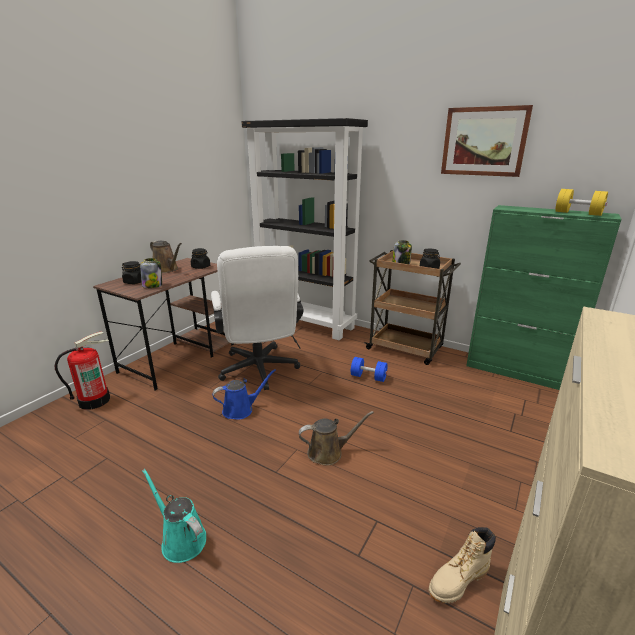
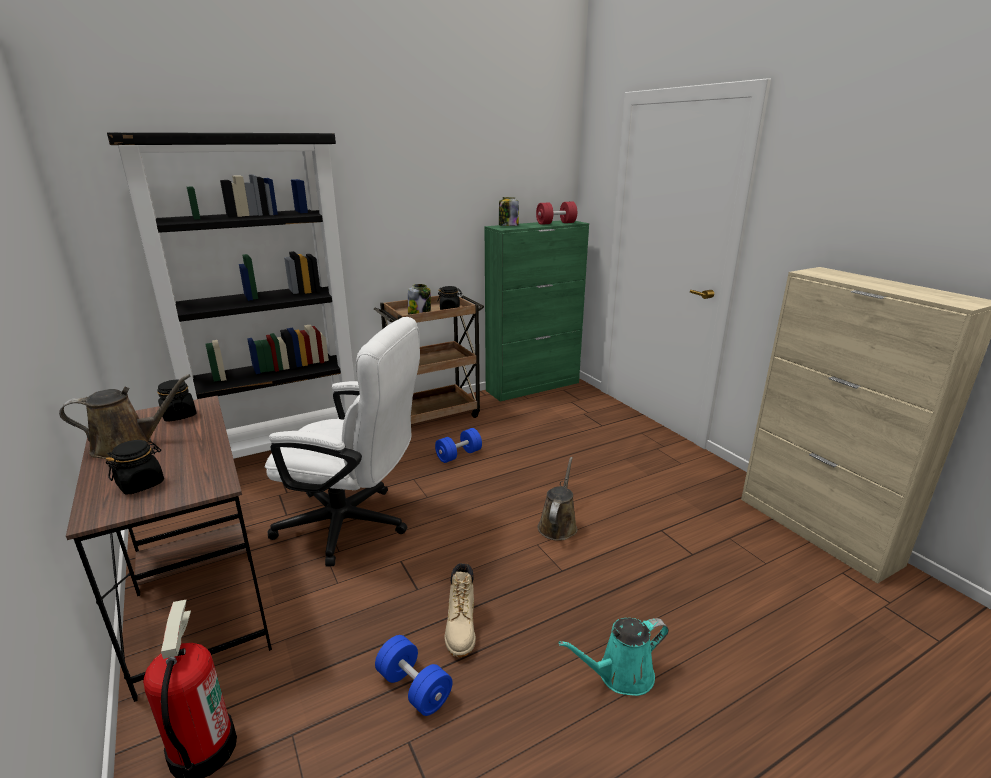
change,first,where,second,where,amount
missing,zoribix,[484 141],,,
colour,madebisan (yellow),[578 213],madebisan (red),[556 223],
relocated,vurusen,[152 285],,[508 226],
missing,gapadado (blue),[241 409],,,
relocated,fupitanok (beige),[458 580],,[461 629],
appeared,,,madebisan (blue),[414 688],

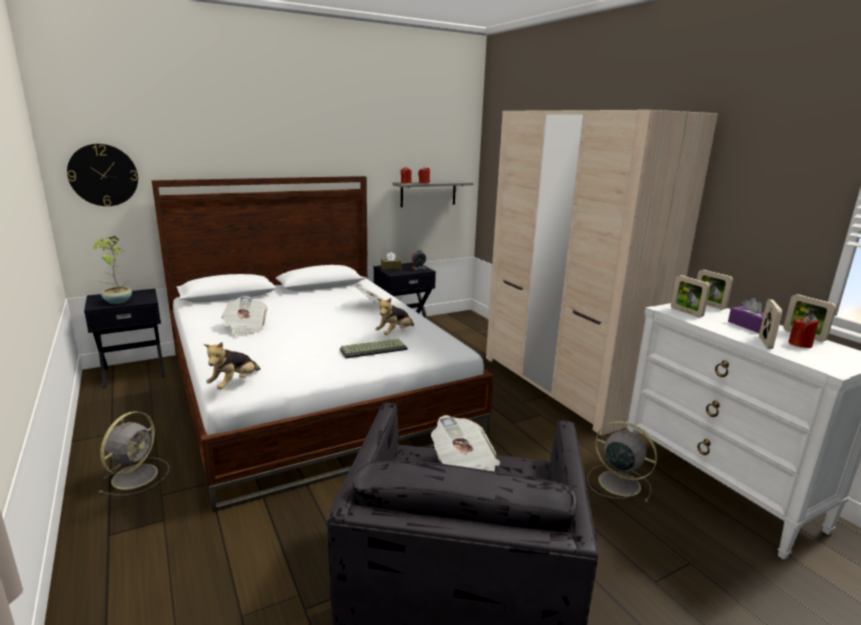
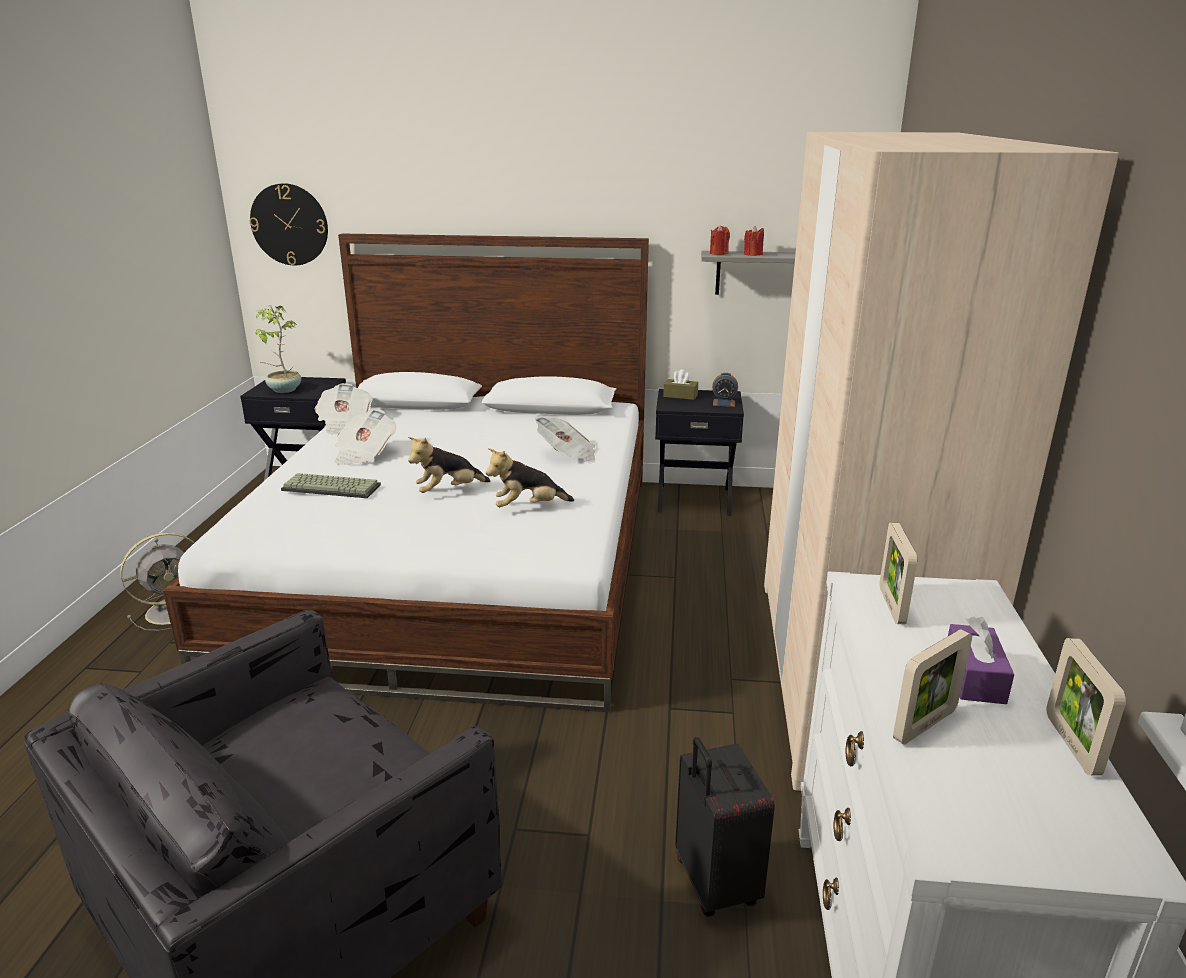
change,first,where,second,where,amount
missing,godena,[709 305],,,
missing,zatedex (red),[800 344],,,
relocated,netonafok,[374 349],,[333 487],
relocated,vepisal,[234 384],,[448 491],
relocated,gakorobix,[465 465],,[344 424],
exchanged,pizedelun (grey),[617 482],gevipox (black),[713 883],

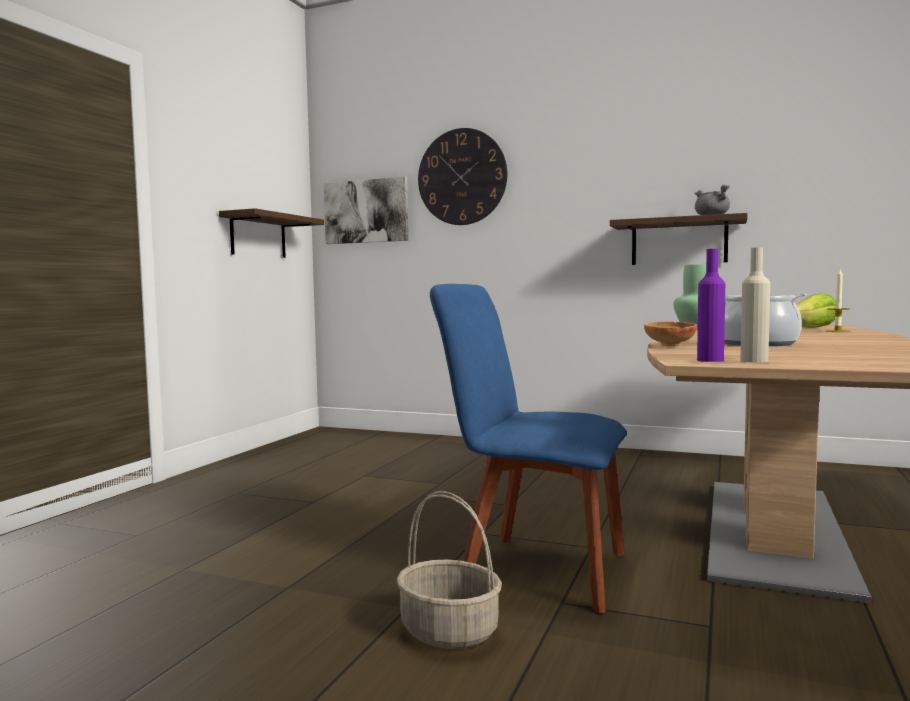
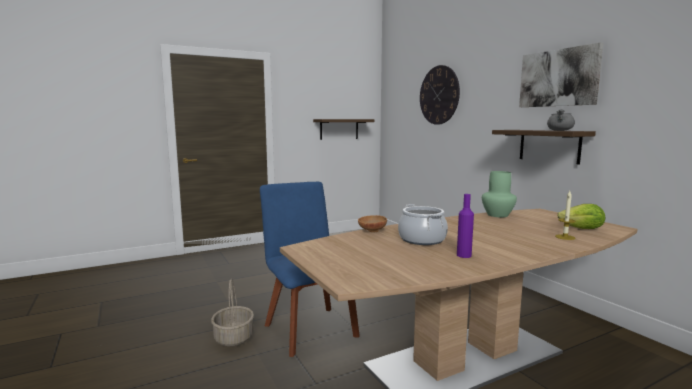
change,first,where,second,where,amount
relocated,zoribix,[366 211],,[558 78],
missing,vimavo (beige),[754 361],,,
relocated,vimavo (purple),[710 360],,[464 255],

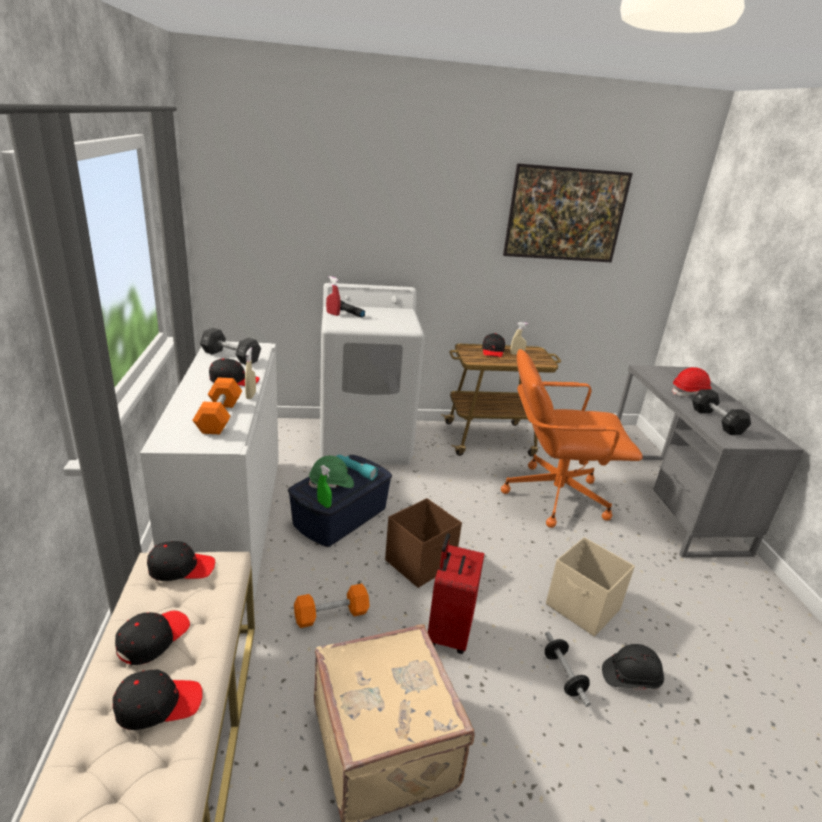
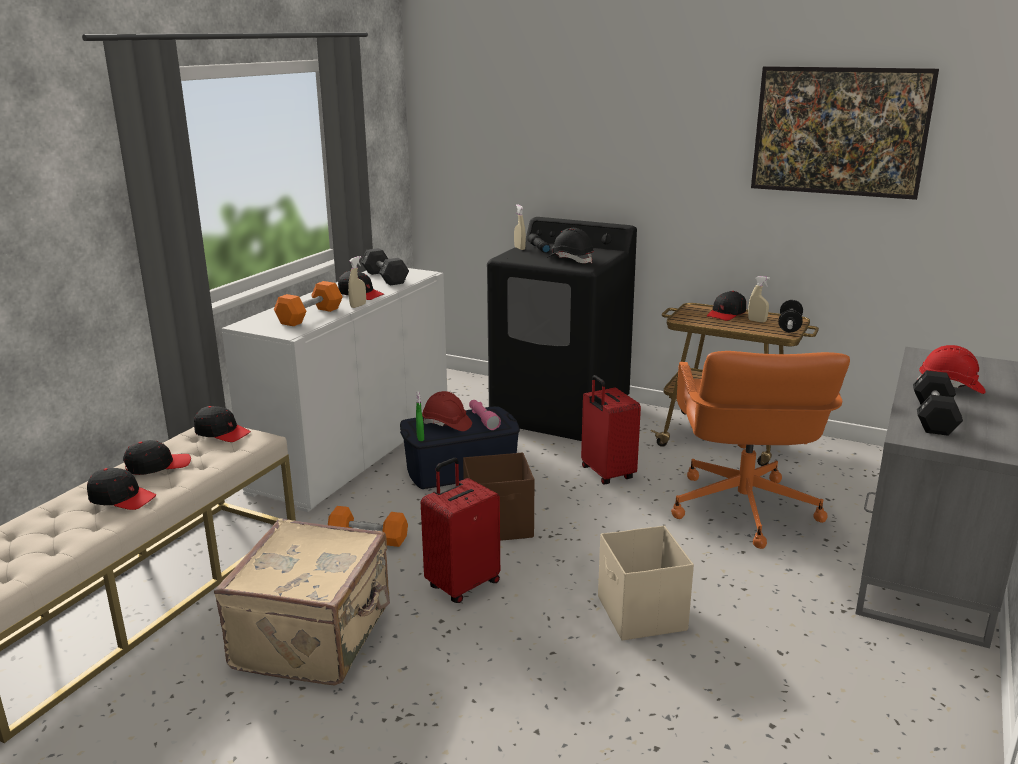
change,first,where,second,where,amount
colour,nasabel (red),[333 314],nasabel (beige),[519 248],
colour,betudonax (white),[365 441],betudonax (black),[561 412],
spun,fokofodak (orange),[553 495],,[742 510],120 degrees counterclockwise
colour,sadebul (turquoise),[355 471],sadebul (pink),[482 419],
colour,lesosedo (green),[331 483],lesosedo (red),[446 424],
relocated,madebisan,[563 675],,[789 326],
relocated,lesosedo (black),[630 677],,[570 260],
appeared,,,gevipox (red),[606 474],

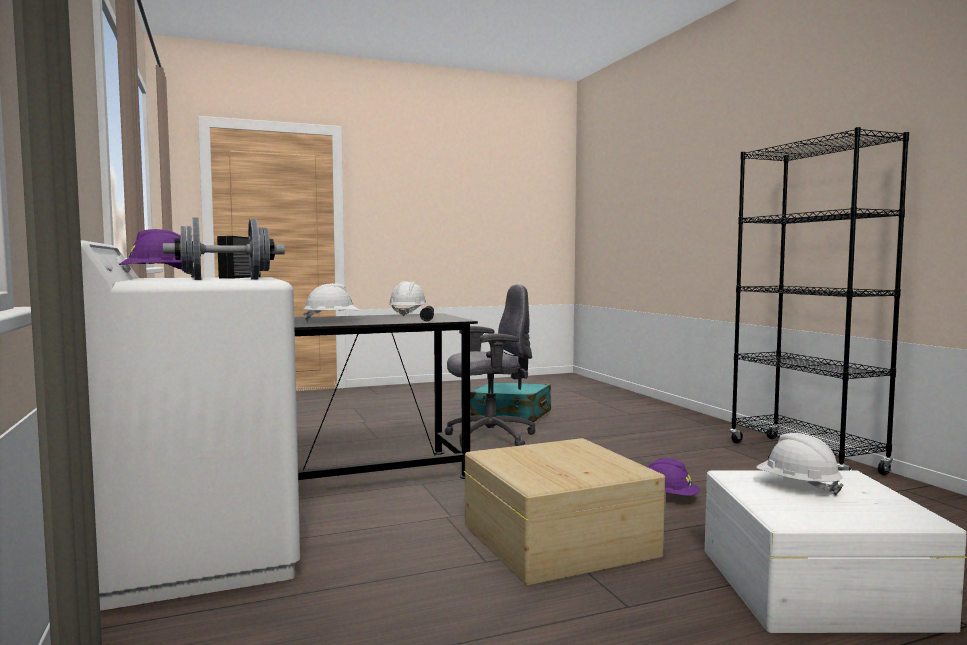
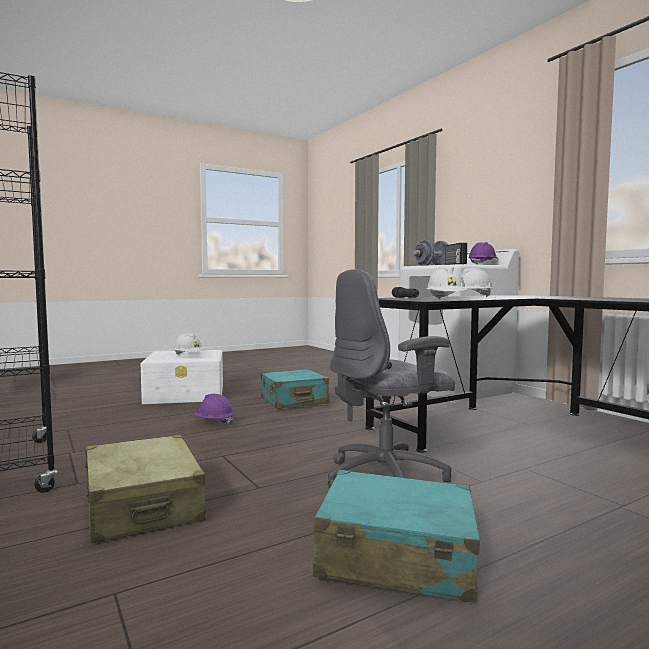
change,first,where,second,where,amount
exchanged,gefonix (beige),[558 539],gevipox (turquoise),[293 401],
appeared,,,gevipox (beige),[143 506],

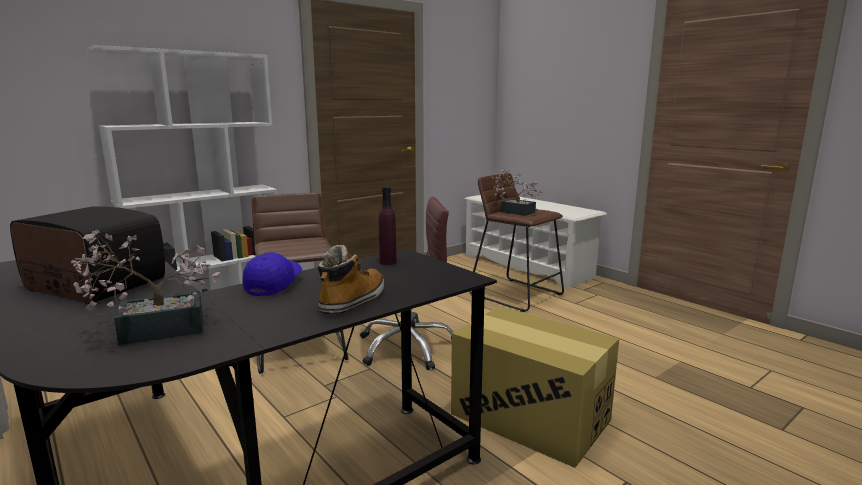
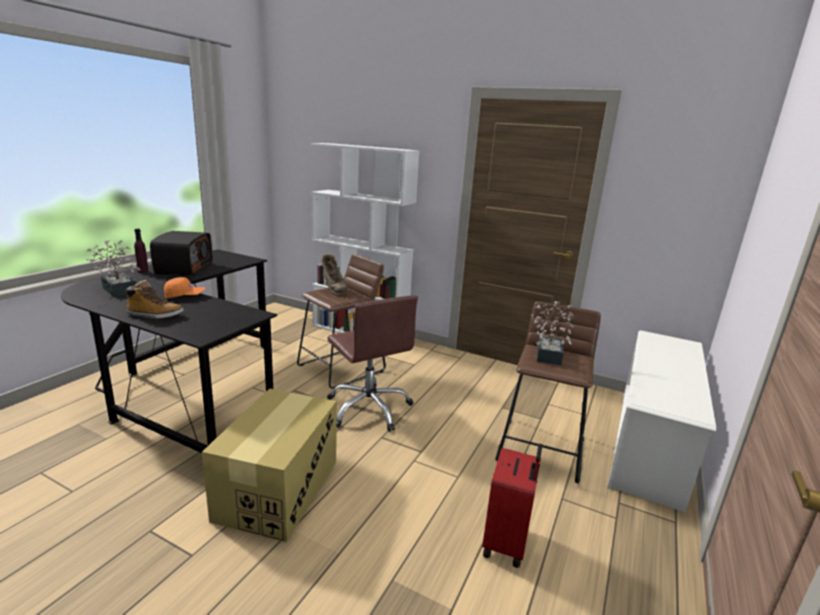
change,first,where,second,where,amount
relocated,vimavo (purple),[388 262],,[143 271],
colour,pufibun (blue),[274 285],pufibun (orange),[185 296],
appeared,,,fupitanok (brown),[334 290],
appeared,,,gevipox (red),[507 543],

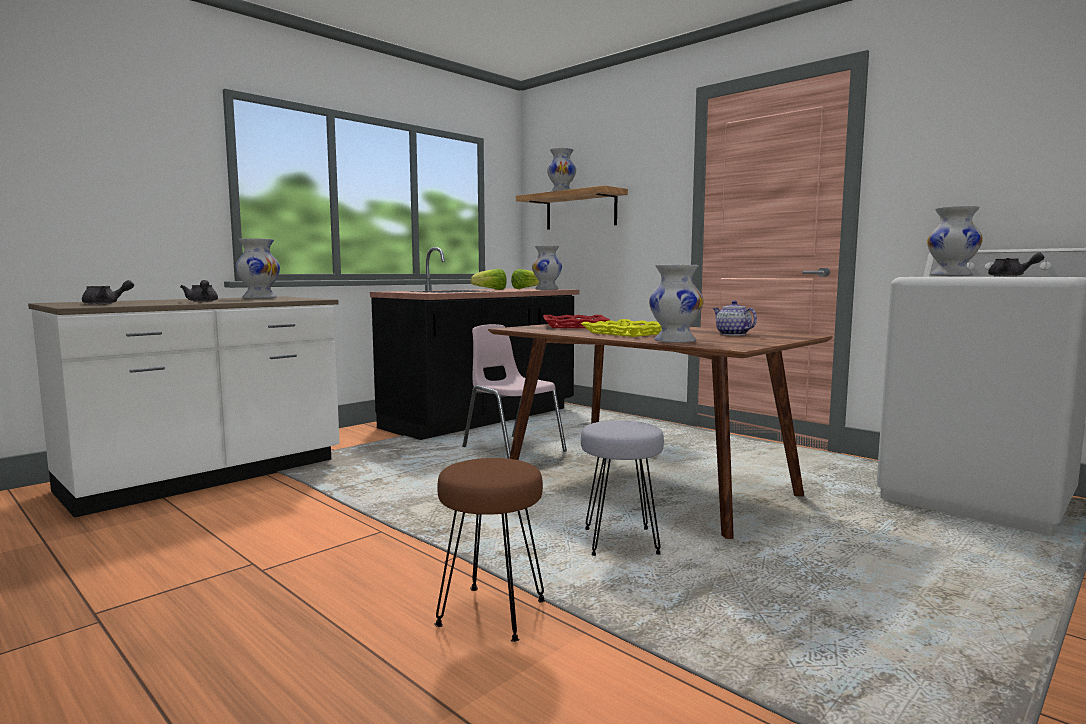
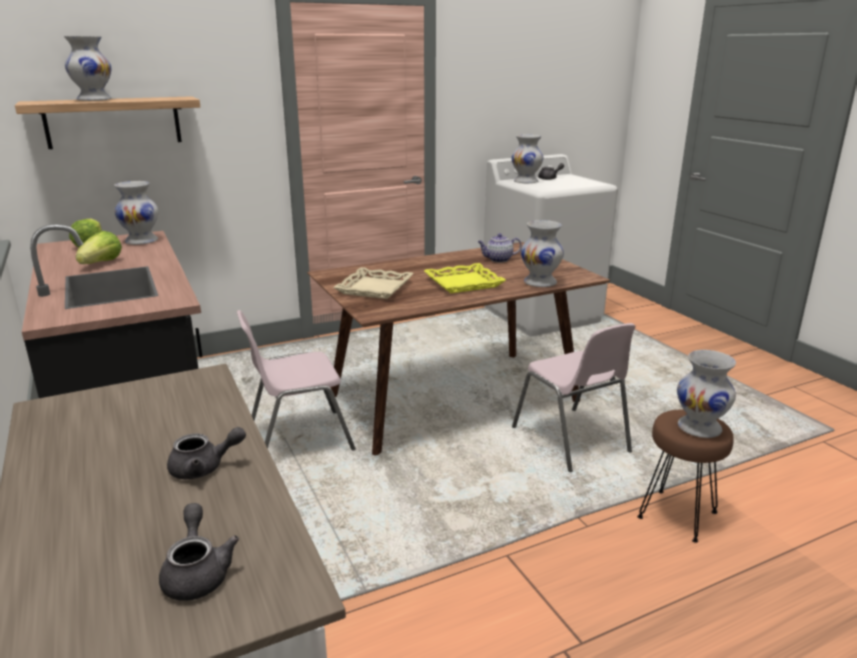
change,first,where,second,where,amount
relocated,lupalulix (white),[259 298],,[698 428],
colour,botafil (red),[575 326],botafil (beige),[374 288],
exchanged,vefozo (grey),[619 542],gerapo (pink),[571 440],

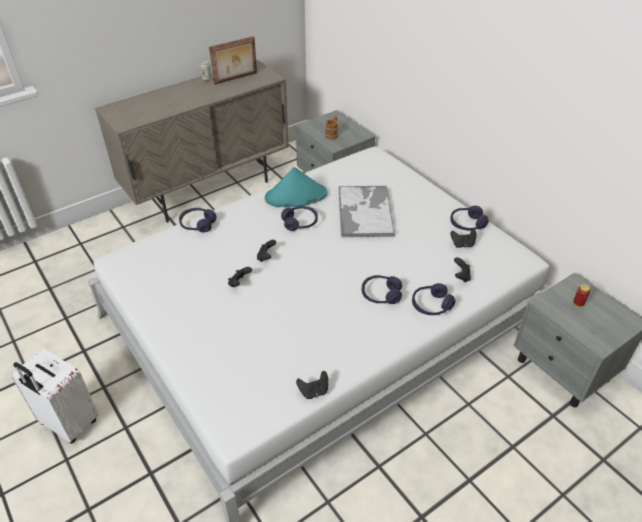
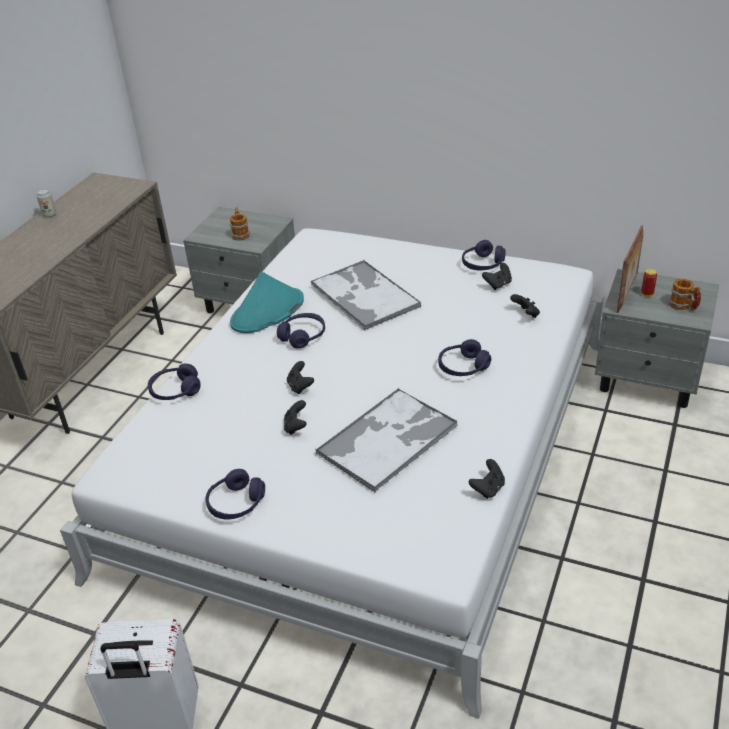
change,first,where,second,where,amount
relocated,godena,[236 79],,[627 293],
relocated,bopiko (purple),[431 305],,[236 503],
appeared,,,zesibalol,[683 306],
appeared,,,botafil,[388 439],

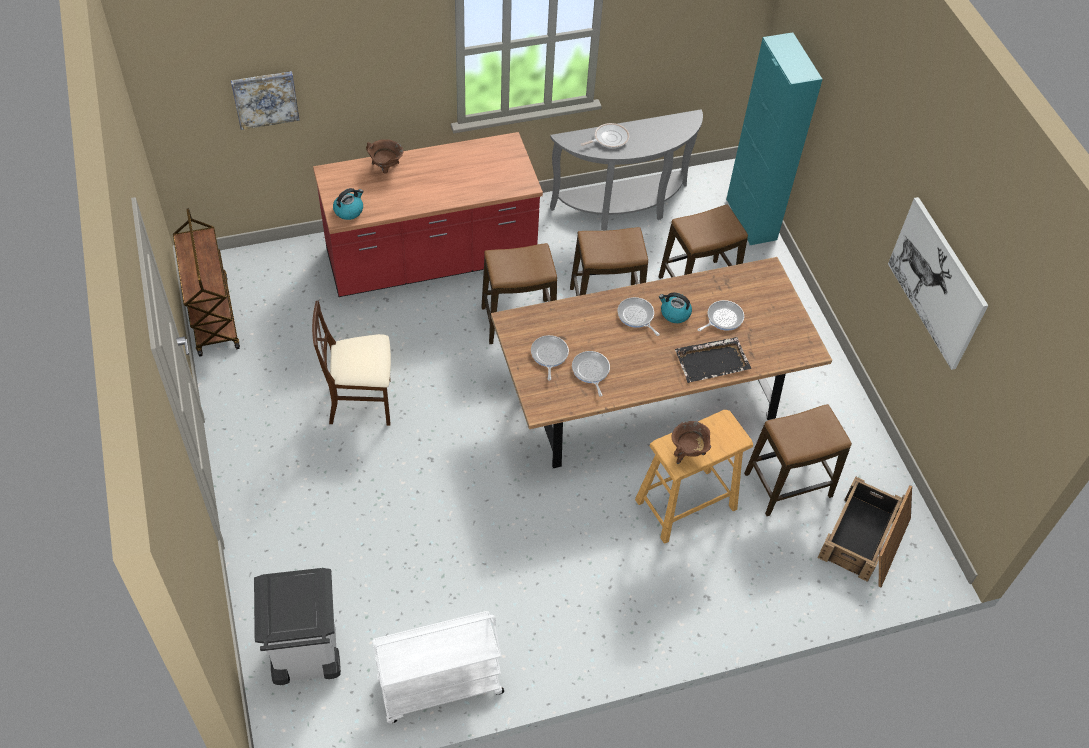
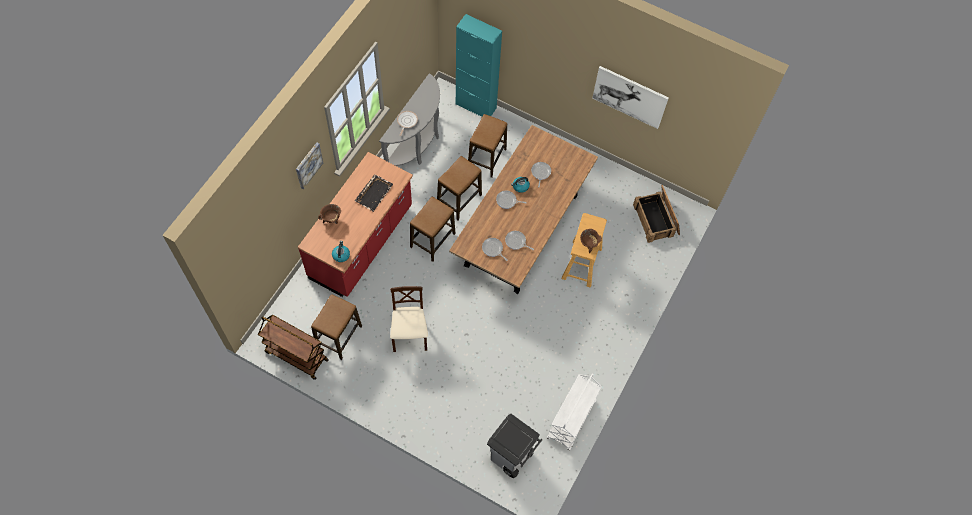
change,first,where,second,where,amount
relocated,zoribix,[265 99],,[308 165],
spun,gerapo (beige),[361 402],,[410 336],135 degrees clockwise
relocated,botafil (black),[713 361],,[374 193],
relocated,vefozo,[787 485],,[339 337],

